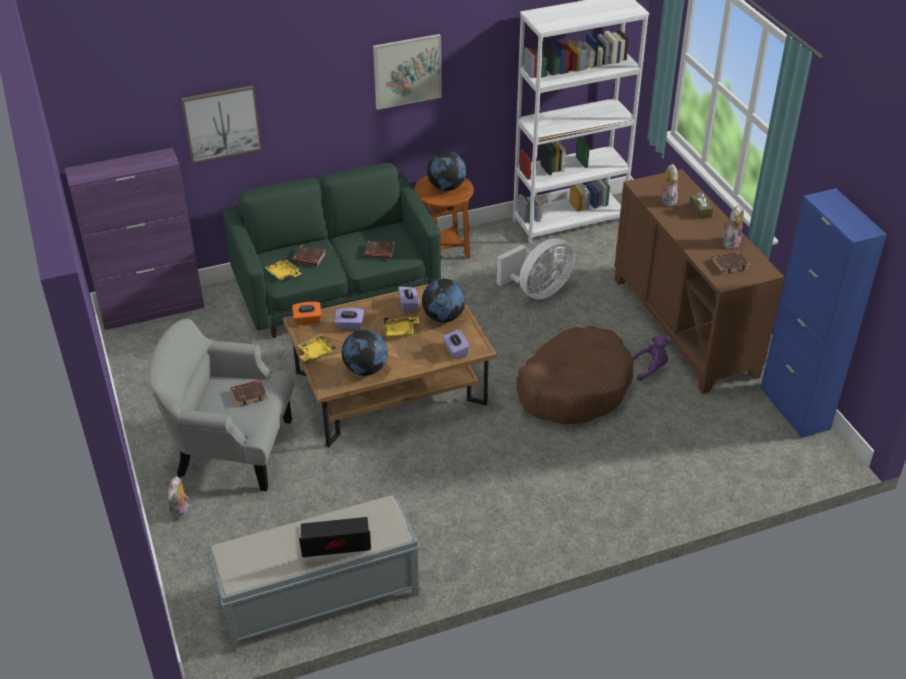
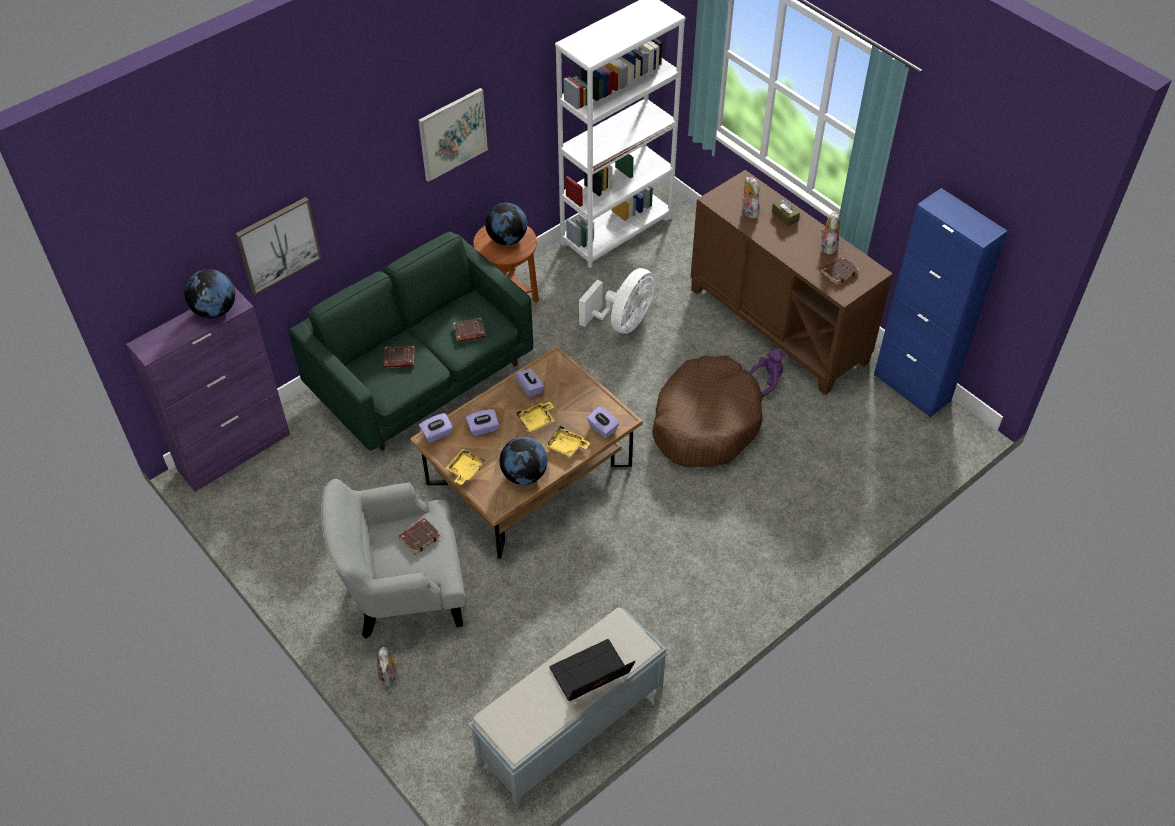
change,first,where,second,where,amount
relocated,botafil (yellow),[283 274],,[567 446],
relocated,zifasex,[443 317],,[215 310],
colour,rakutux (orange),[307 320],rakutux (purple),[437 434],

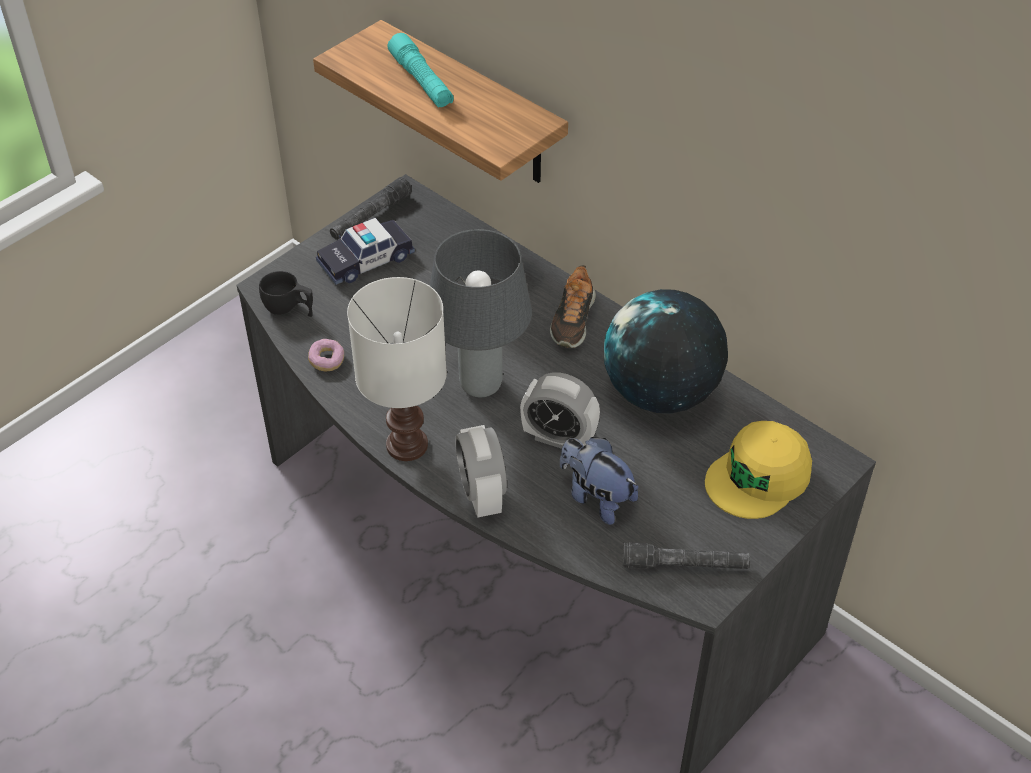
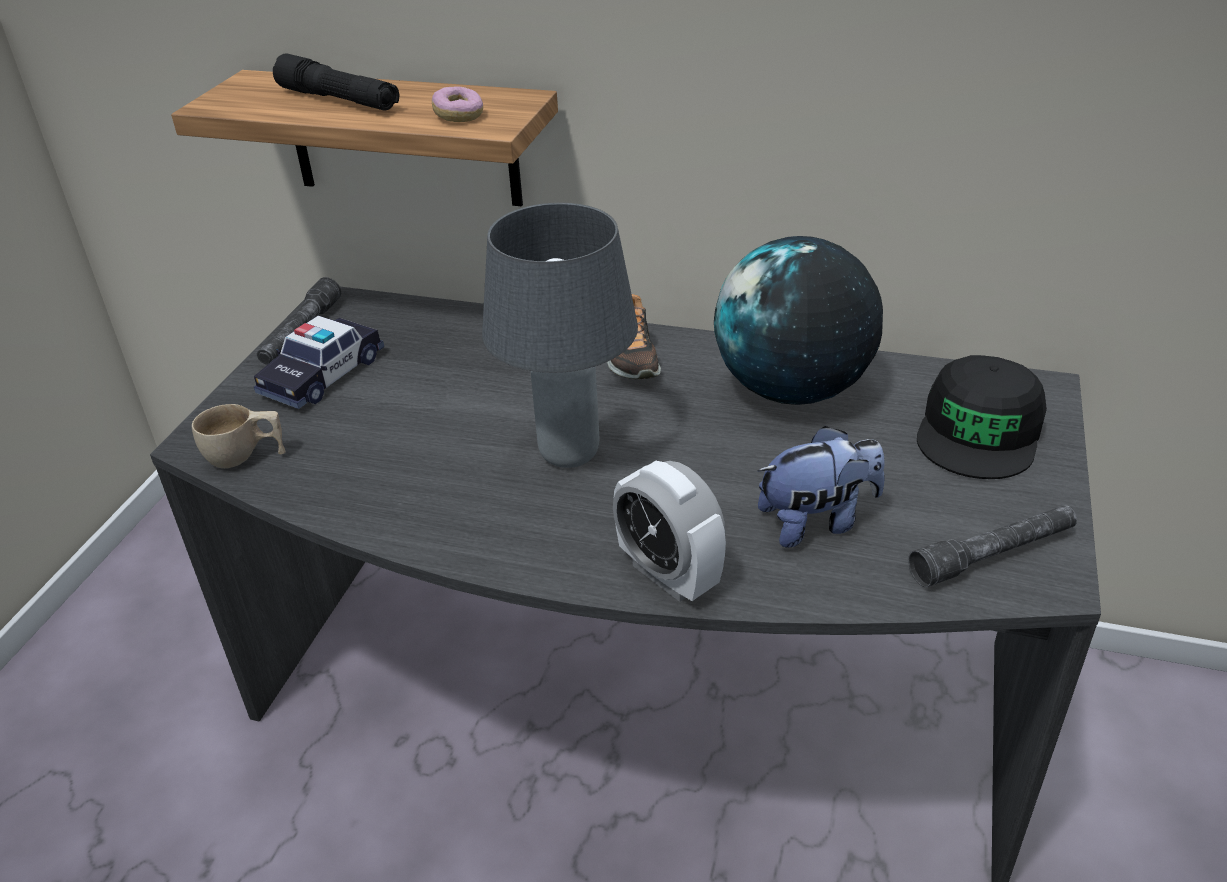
change,first,where,second,where,amount
colour,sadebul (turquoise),[421 81],sadebul (black),[339 100],
colour,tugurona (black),[289 309],tugurona (beige),[245 457],
missing,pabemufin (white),[405 444],,,
relocated,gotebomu,[327 361],,[459 116],
missing,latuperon,[559 438],,,
colour,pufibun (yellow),[759 478],pufibun (black),[980 432],
spun,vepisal,[596 497],,[817 522],150 degrees clockwise

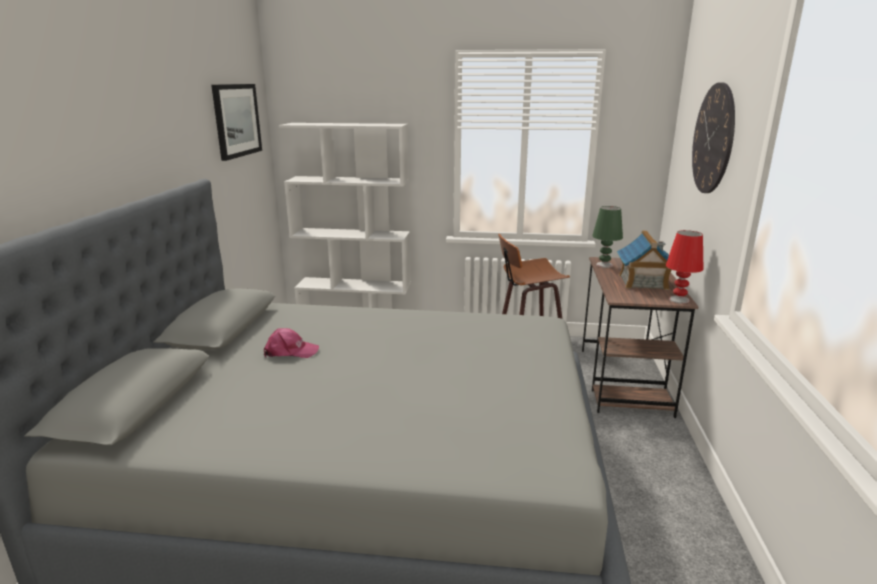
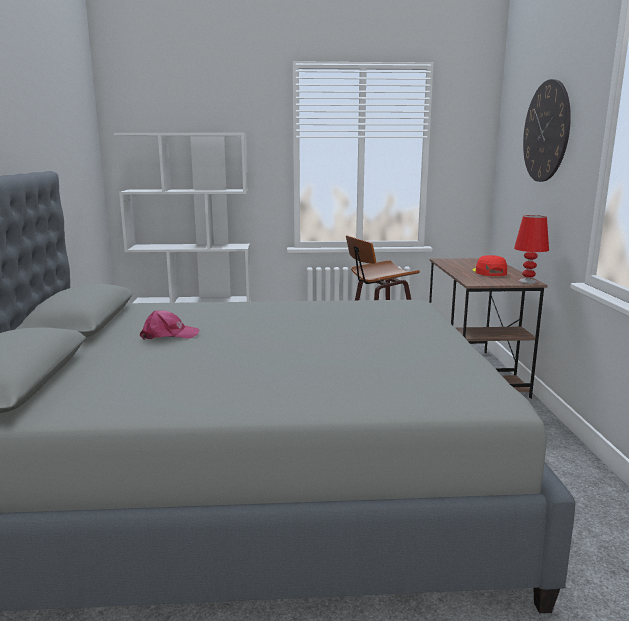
change,first,where,second,where,amount
missing,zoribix,[236 120],,,
missing,pabemufin (green),[604 265],,,
exchanged,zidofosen,[643 282],pufibun (red),[489 272],

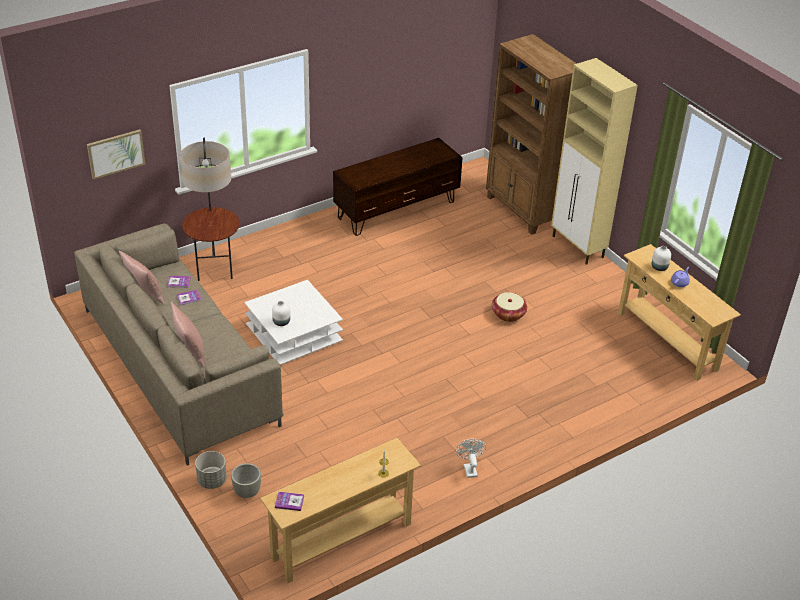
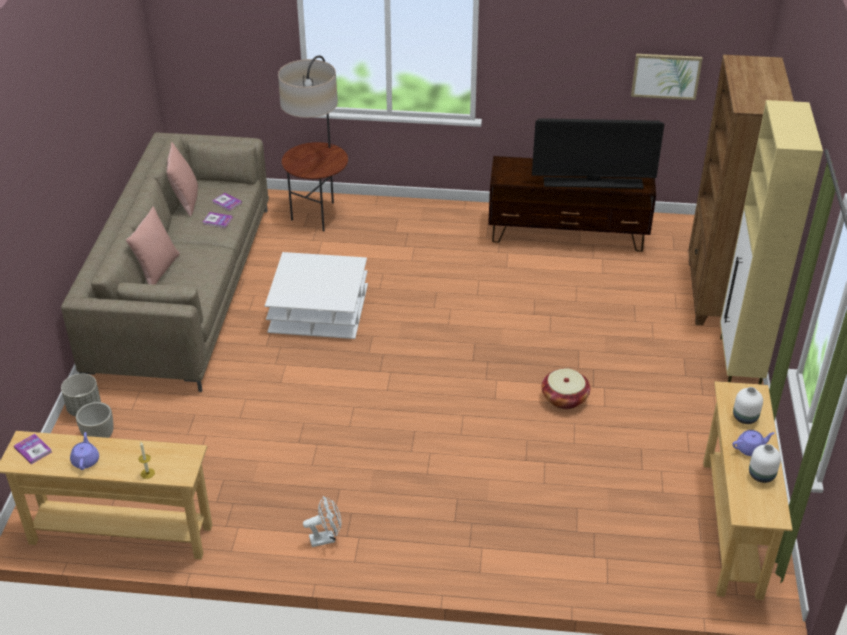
change,first,where,second,where,amount
relocated,zoribix,[116 153],,[666 76],
relocated,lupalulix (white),[282 322],,[762 475],
spun,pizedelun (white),[469 468],,[326 538],45 degrees clockwise
appeared,,,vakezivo,[593 183],
appeared,,,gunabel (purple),[86 460],

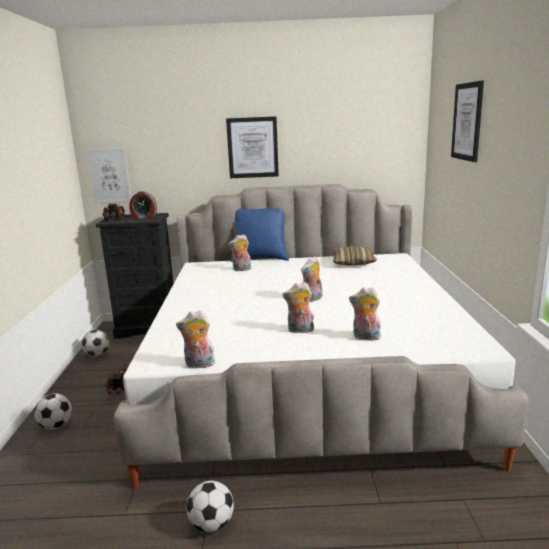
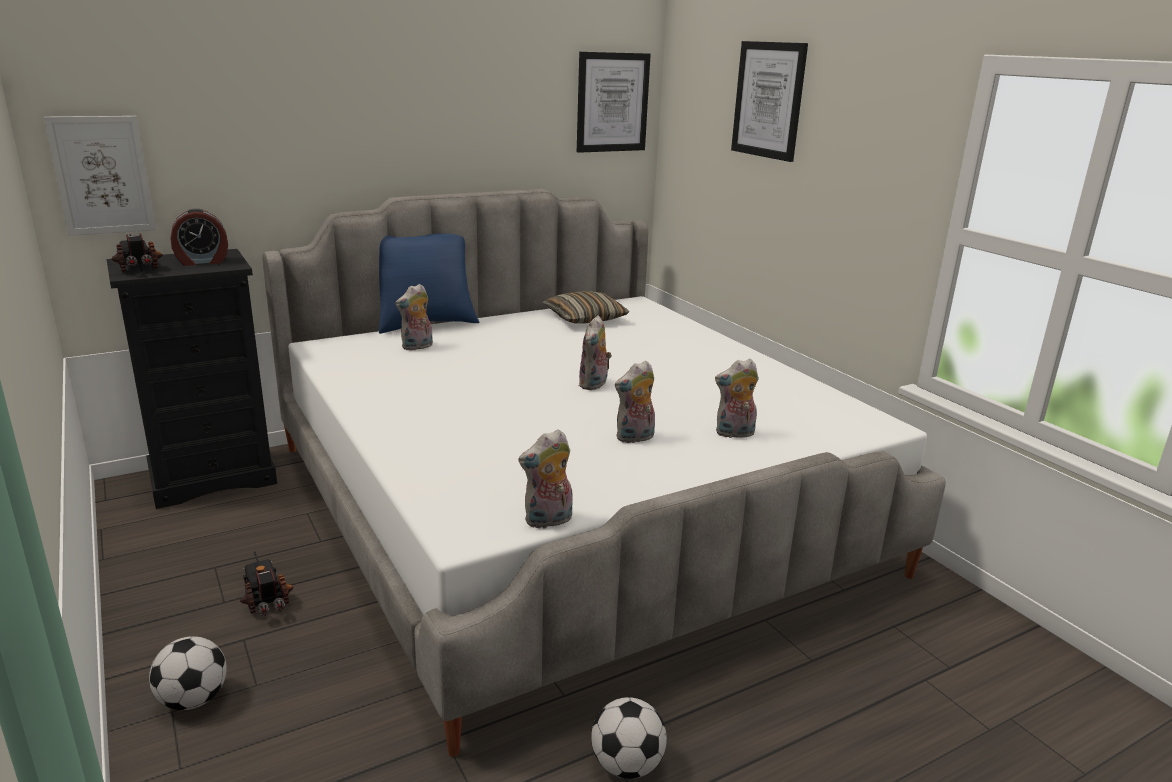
change,first,where,second,where,amount
relocated,zoribix,[252 147],,[612 102],
missing,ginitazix,[97 355],,,

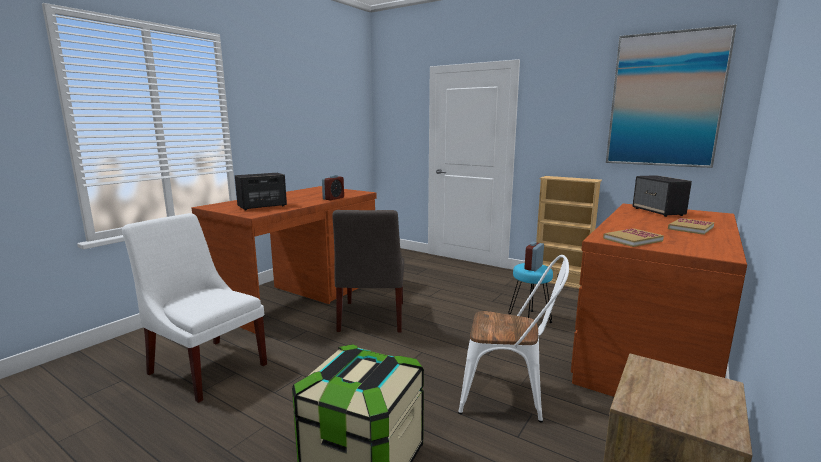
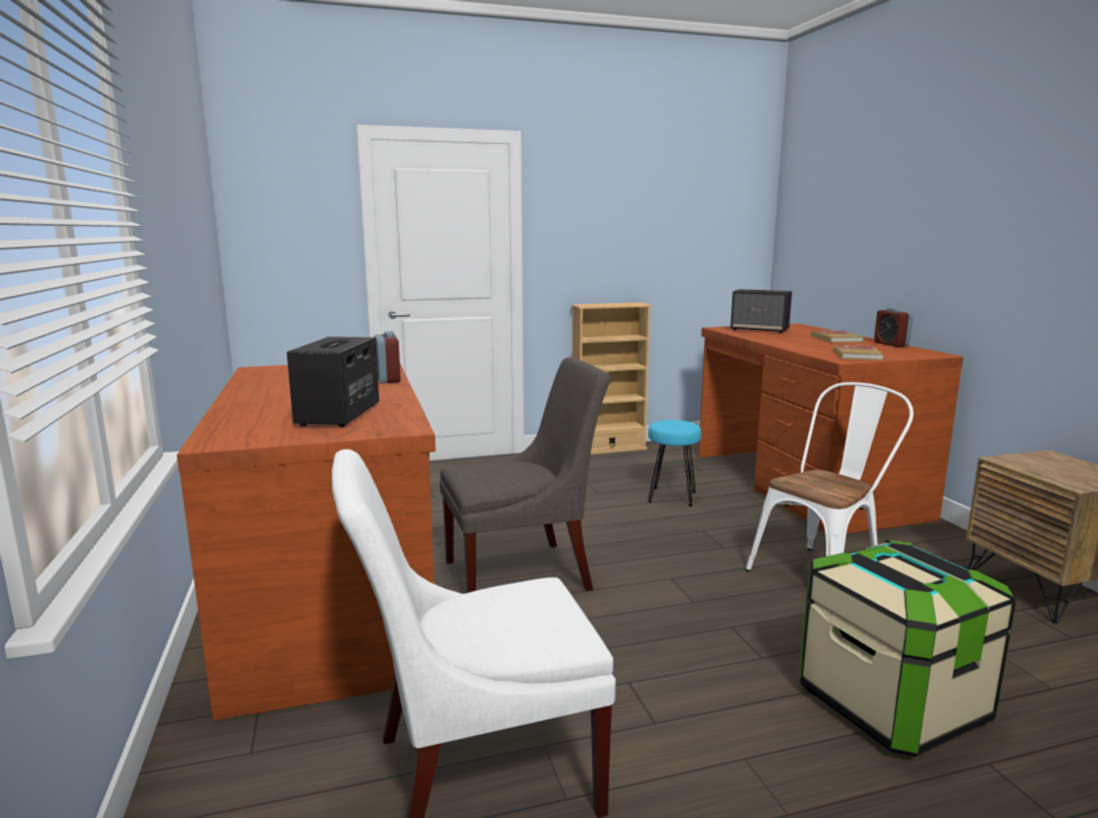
change,first,where,second,where,amount
missing,zoribix,[665 100],,,
spun,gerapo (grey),[371 318],,[524 574],60 degrees counterclockwise
relocated,latuperon,[533 267],,[891 344],

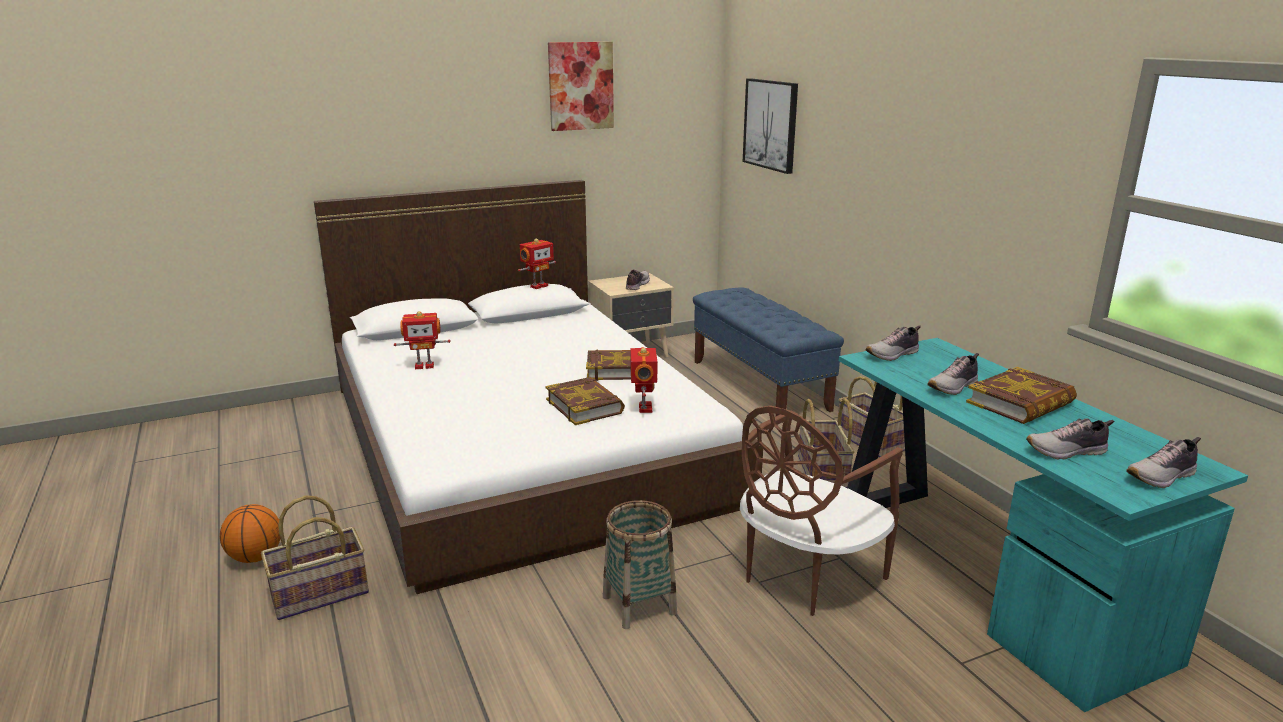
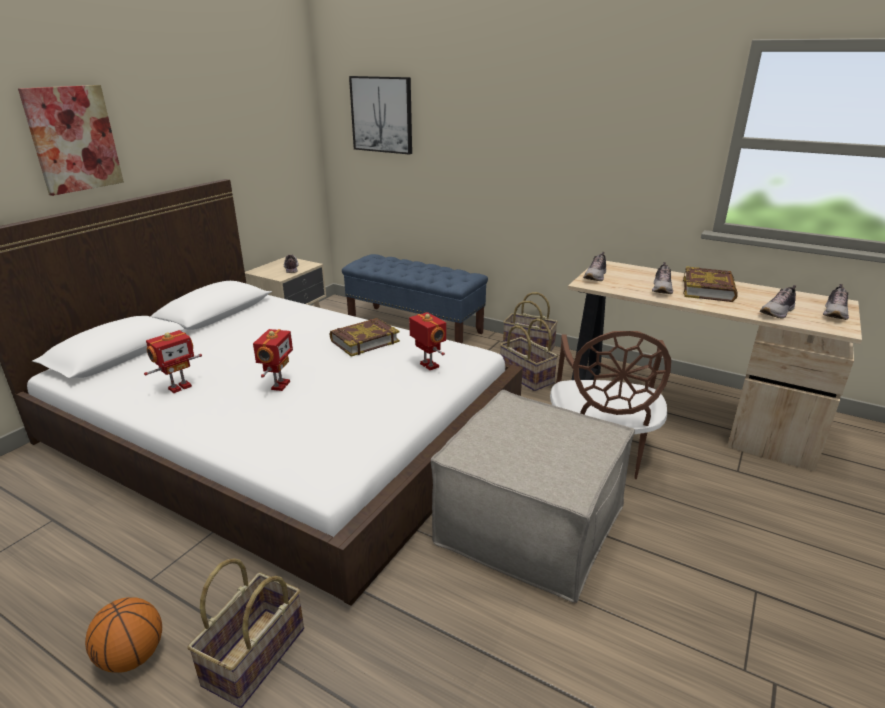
change,first,where,second,where,amount
relocated,zoribix,[580 86],,[73 139],
relocated,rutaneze,[538 286],,[279 385],
colour,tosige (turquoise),[983 575],tosige (beige),[683 411],
missing,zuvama,[585 406],,,
exchanged,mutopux,[639 604],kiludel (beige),[530 524],

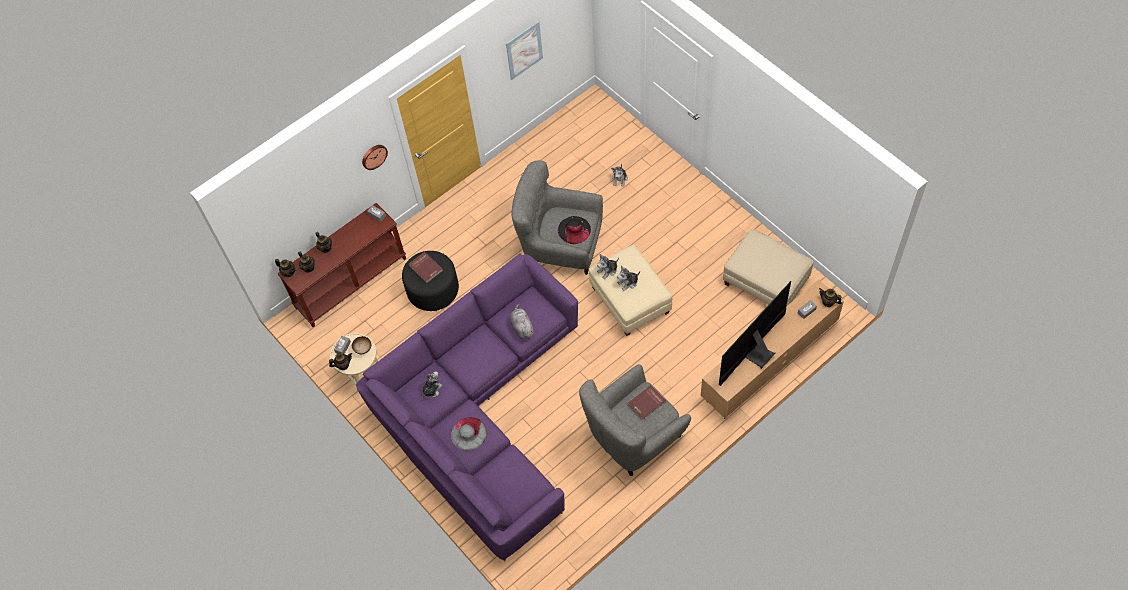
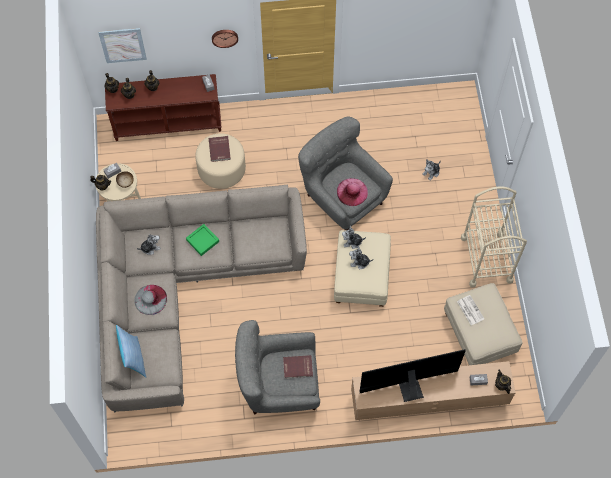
change,first,where,second,where,amount
relocated,zoribix,[524 50],,[123 45],
colour,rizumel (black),[574 230],rizumel (pink),[352 192],
colour,kiludel (black),[433 290],kiludel (beige),[221 169],
colour,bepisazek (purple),[480 414],bepisazek (beige),[182 289],
missing,vepisal (grey),[522 327],,,
appeared,,,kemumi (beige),[486 259],
appeared,,,botafil (green),[202 241],
appeared,,,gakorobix,[470 310],
appeared,,,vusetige,[133 358],

